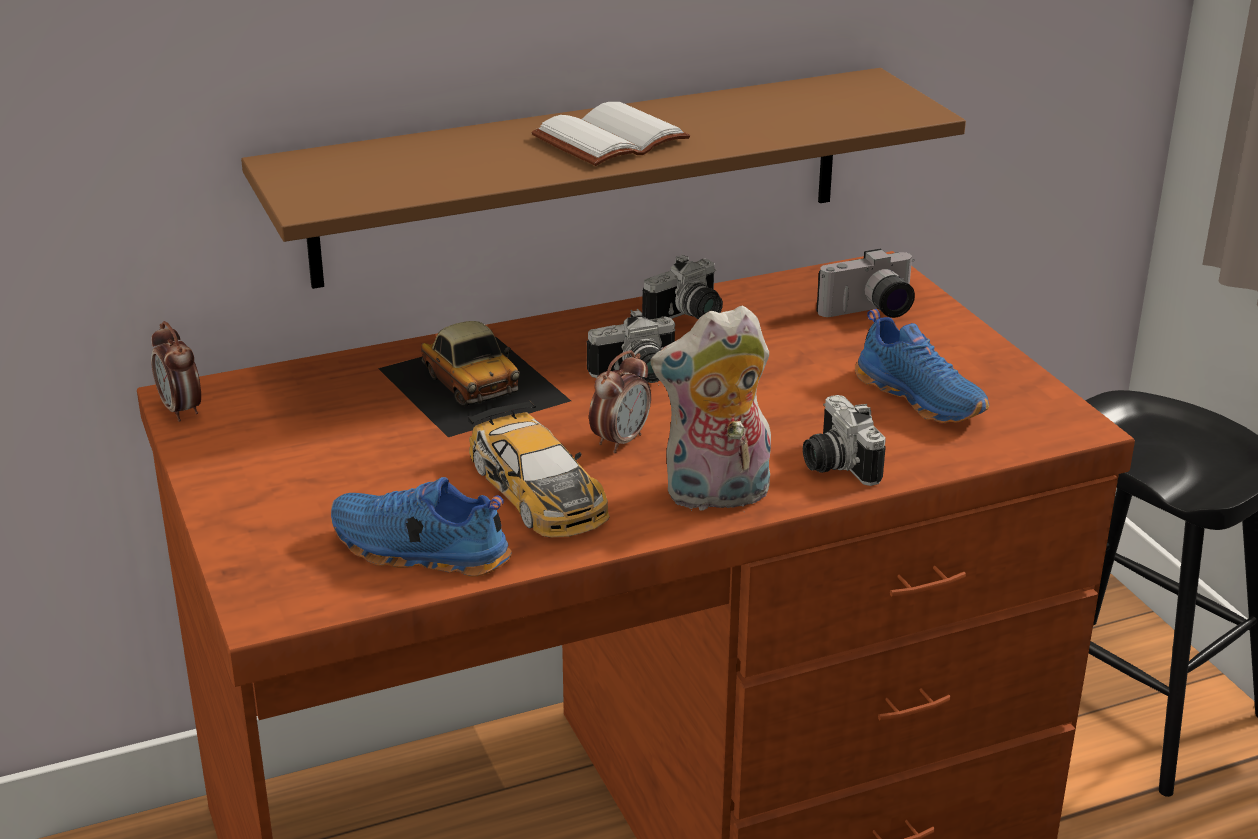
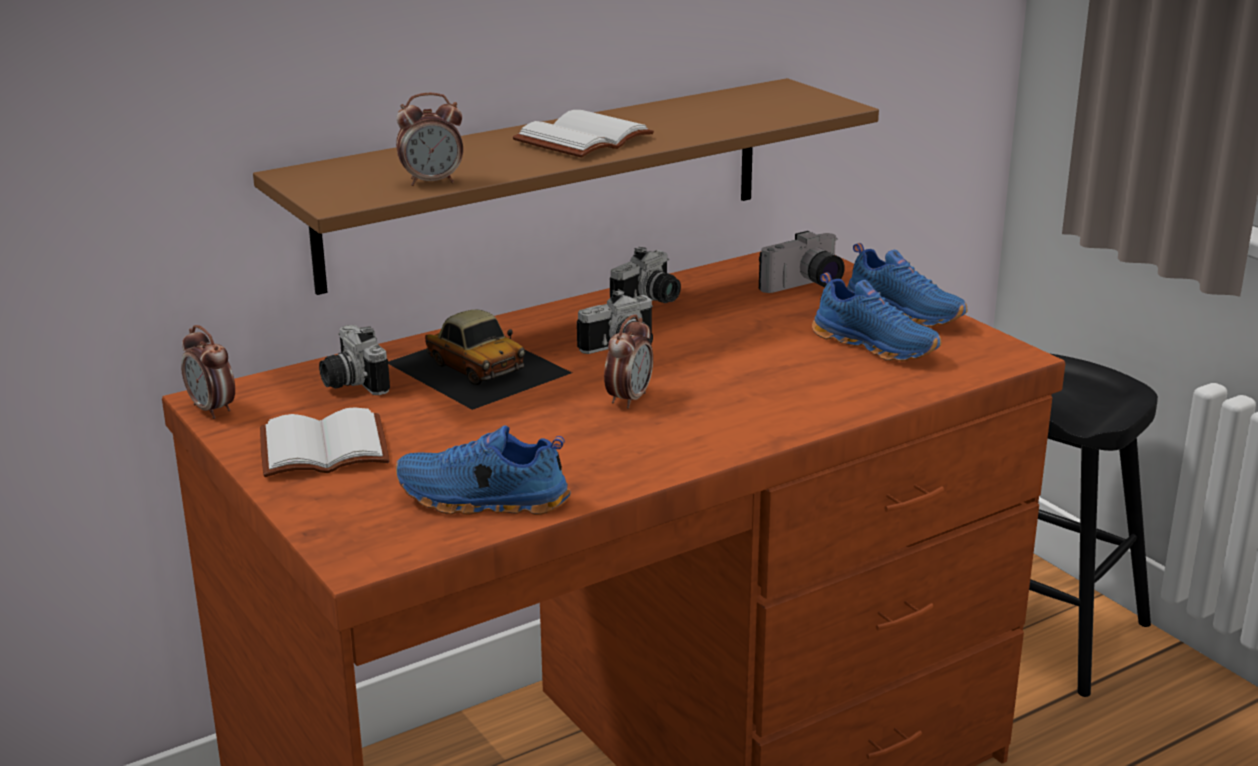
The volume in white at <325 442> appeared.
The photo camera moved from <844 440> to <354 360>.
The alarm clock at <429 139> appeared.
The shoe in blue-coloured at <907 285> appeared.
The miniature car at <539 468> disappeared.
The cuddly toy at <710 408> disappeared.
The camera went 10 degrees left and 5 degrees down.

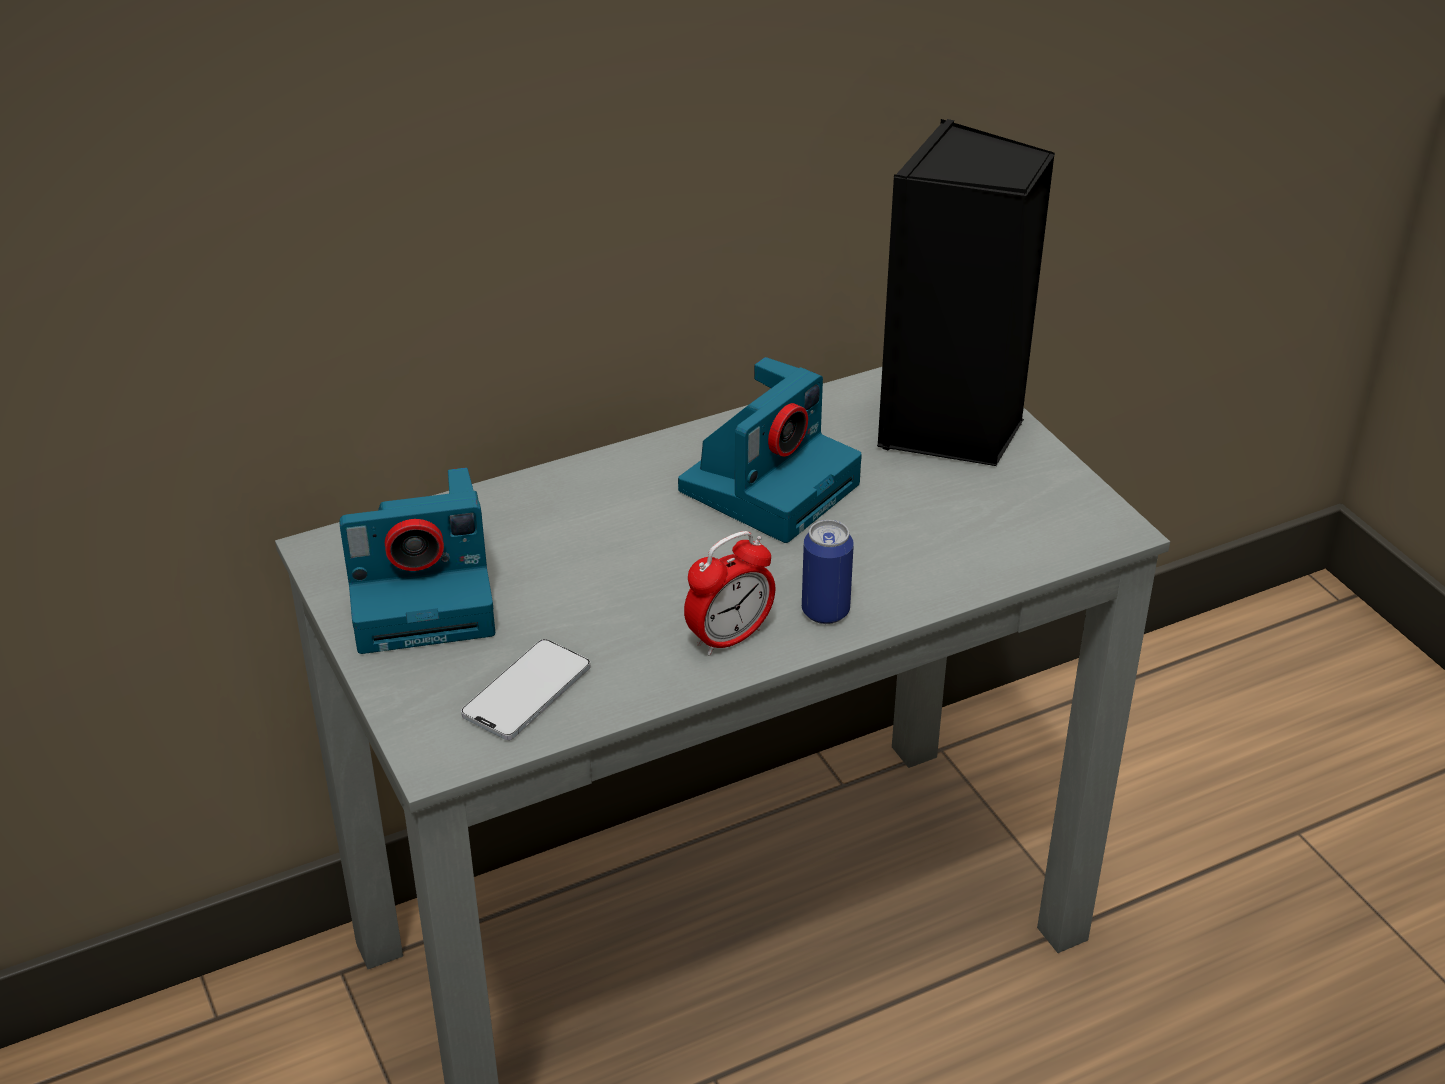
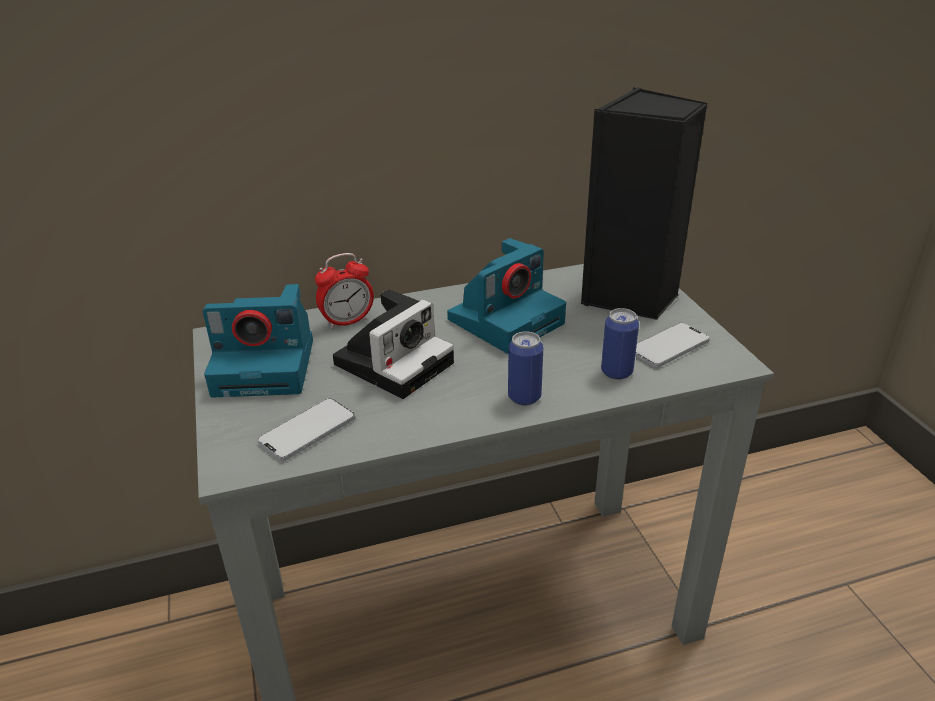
The alarm clock moved from <729 593> to <344 291>.
The photo camera at <393 344> appeared.
The can at <620 344> appeared.
The phone at <672 345> appeared.
The camera went 10 degrees right and 5 degrees down.

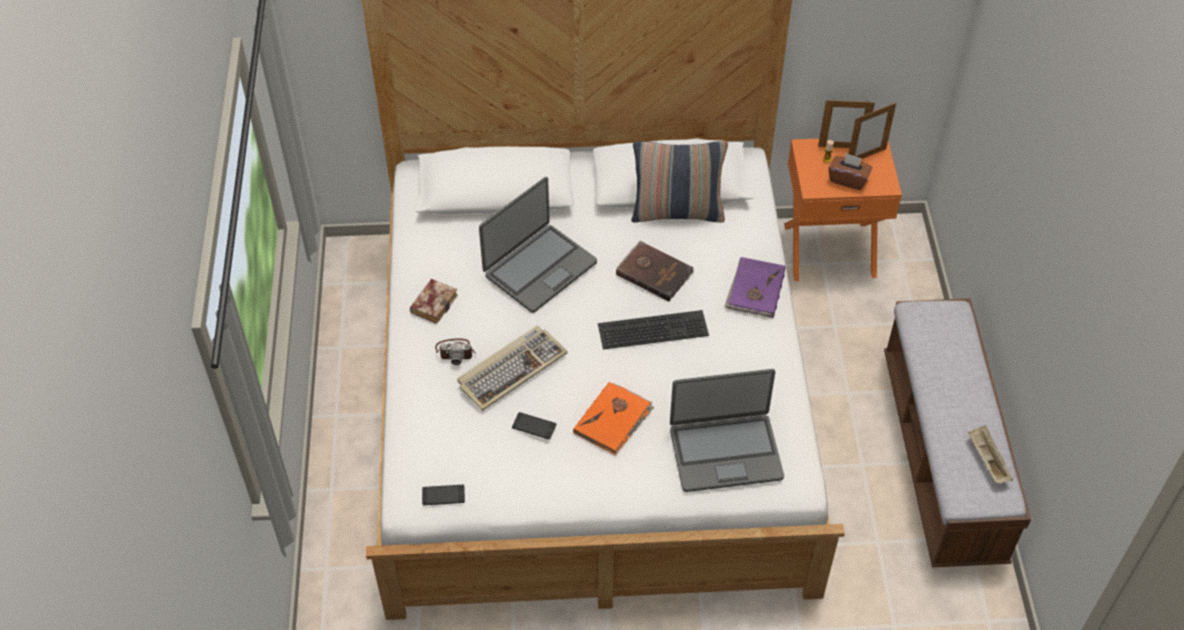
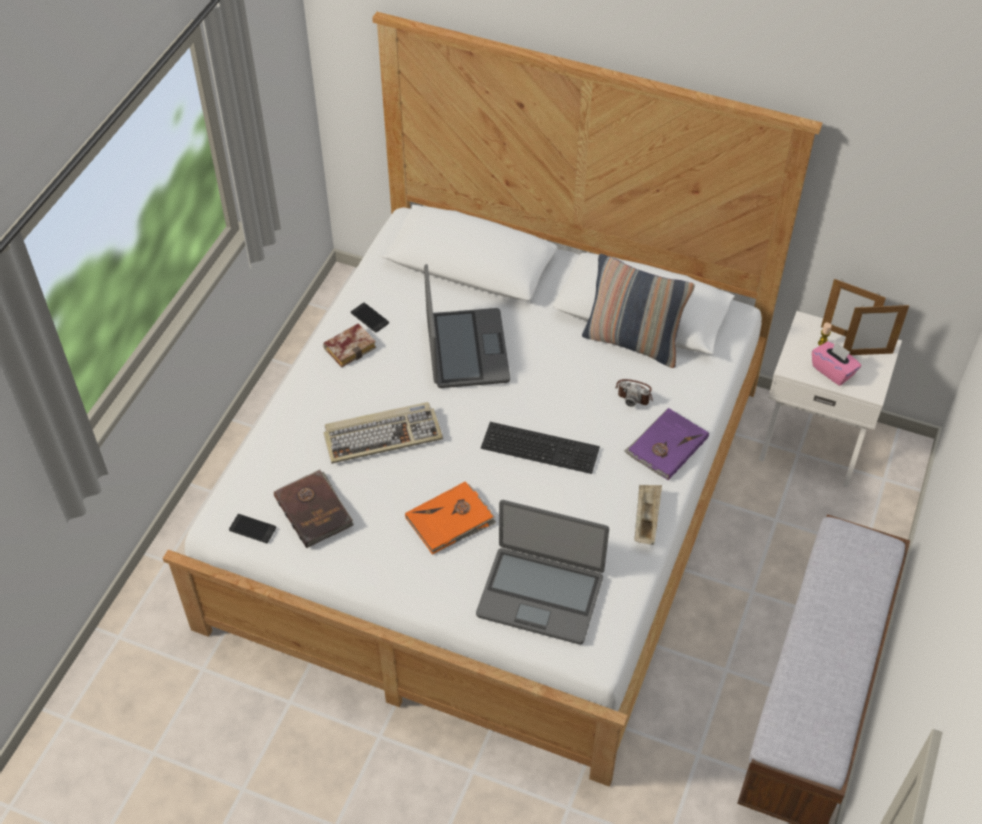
The volume in brownish moved from <655 271> to <314 508>.
The phone moved from <534 426> to <370 318>.
The laptop at <538 245> turned 75 degrees counterclockwise.
The photo camera moved from <455 351> to <634 393>.
The tray in beige moved from <990 454> to <648 515>.
The nightstand in orange-coloured at <843 209> became the nightstand in white at <830 399>.
The tissue box in brownish at <850 171> became the tissue box in pink-coloured at <836 363>.
The camera went 25 degrees right and 0 degrees up.

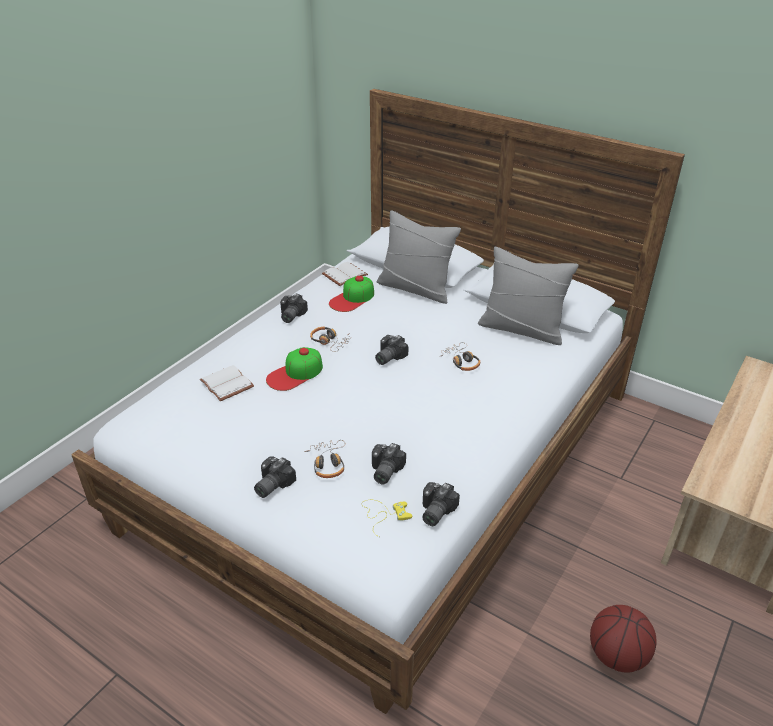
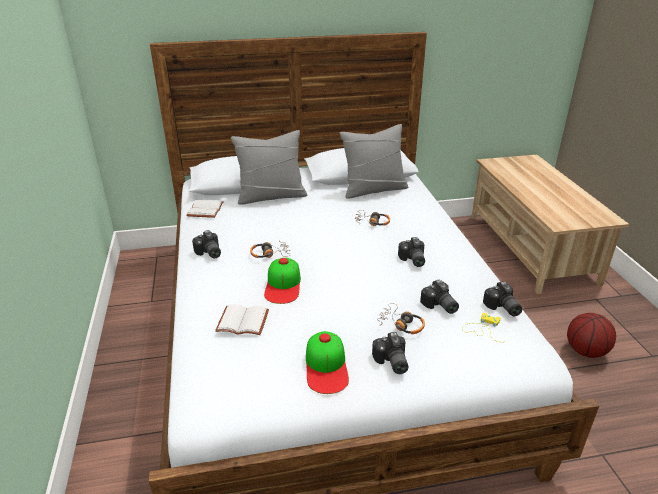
The peaked cap moved from <351 294> to <327 362>.
The photo camera moved from <391 350> to <411 252>.
The camera went 45 degrees left and 5 degrees down.

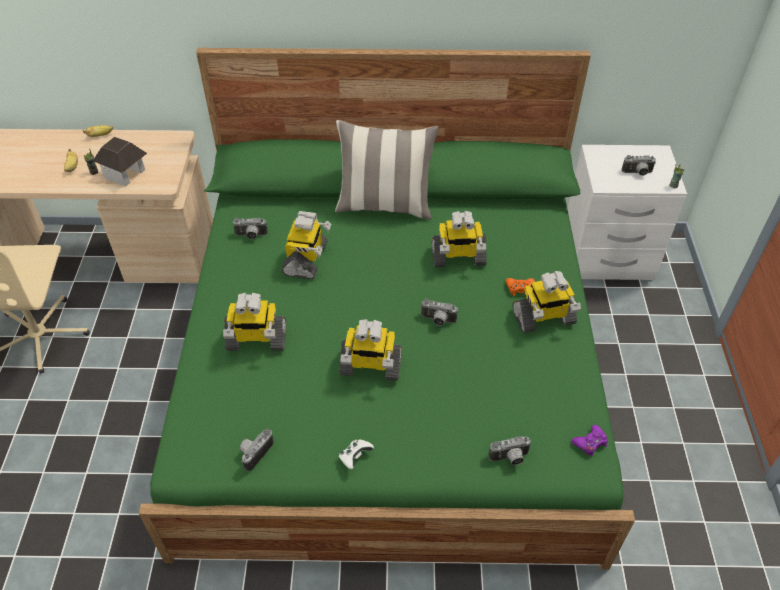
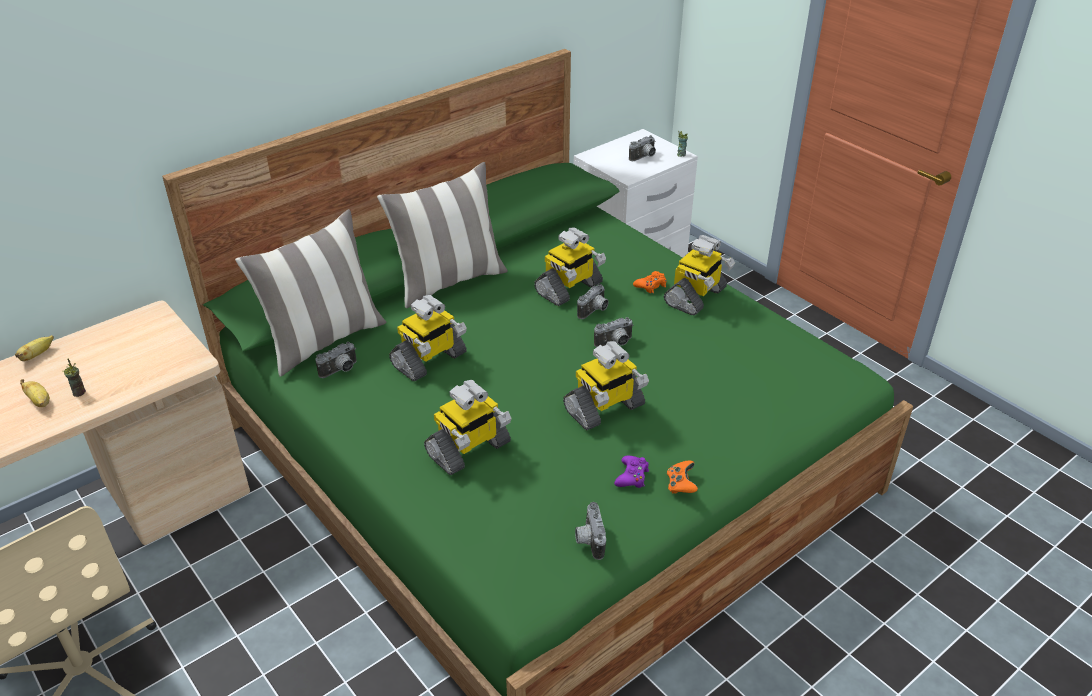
The cushion at <310 293> appeared.
The model robot at <306 245> turned 75 degrees clockwise.
The photo camera moved from <510 450> to <593 301>.
The joypad in purplish moved from <589 440> to <631 472>.
The joypad in white at <356 454> became the joypad in orange-coloured at <682 477>.
The toy house at <120 161> disappeared.
The camera went 40 degrees left and 10 degrees down.

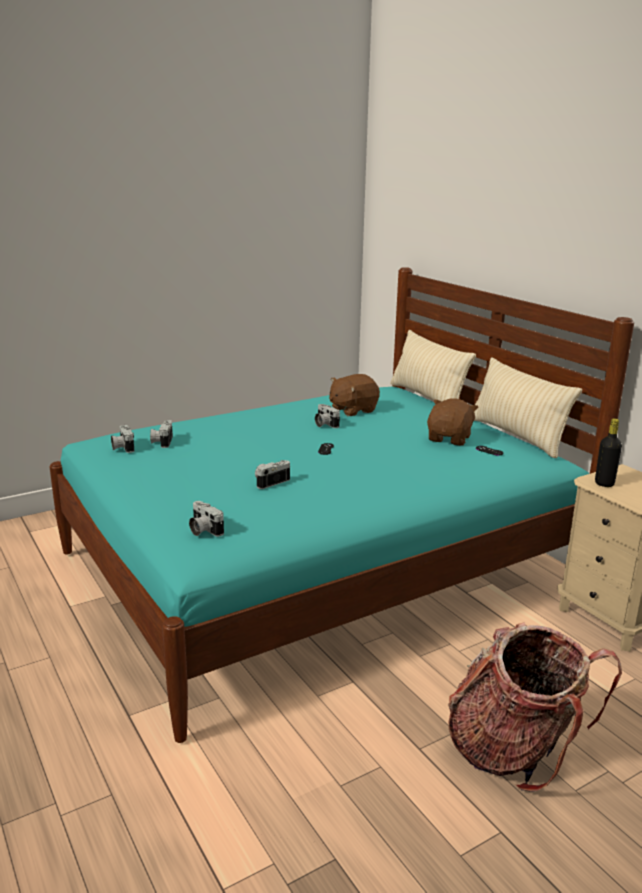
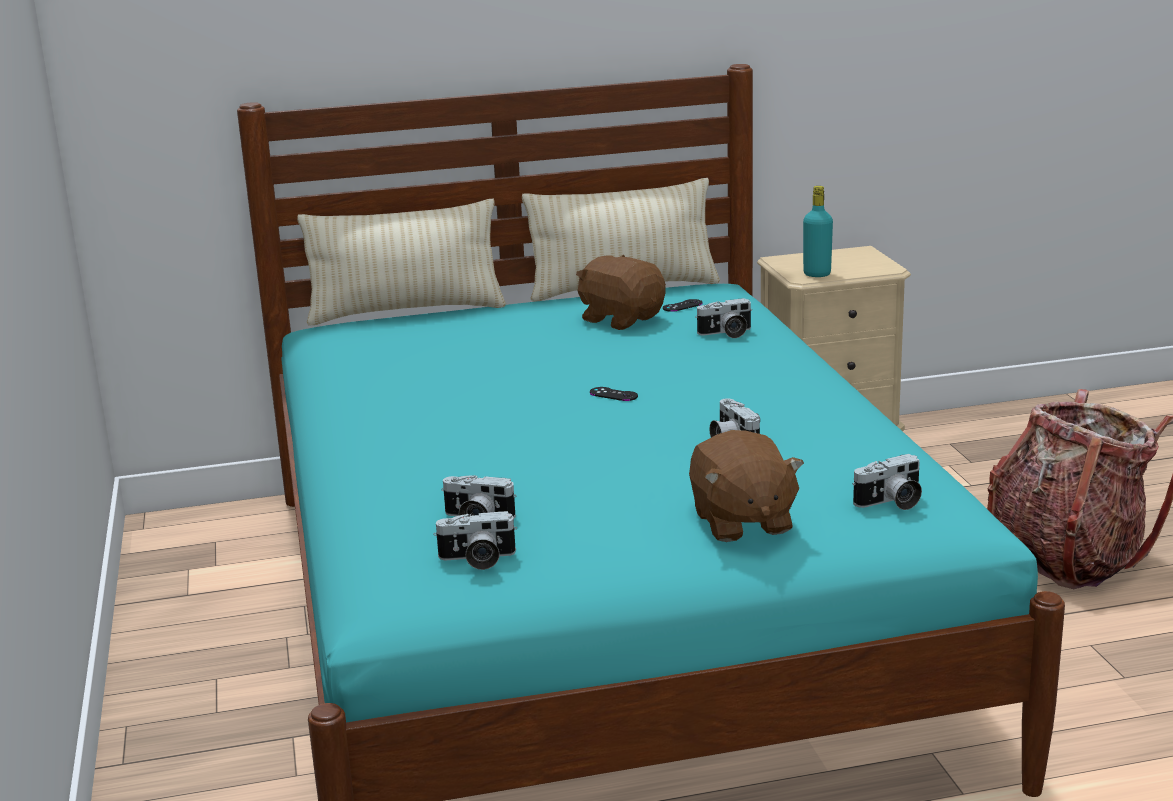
The cuddly toy in brownish moved from <354 395> to <746 486>.
The photo camera moved from <327 416> to <723 318>.
The drink bottle in black-coloured at <608 452> became the drink bottle in turquoise at <818 231>.
The camera went 70 degrees left and 0 degrees up.

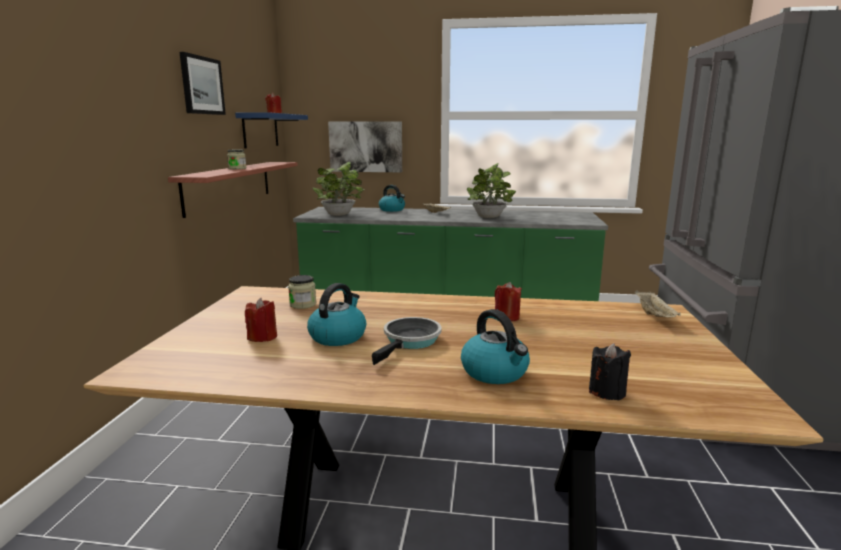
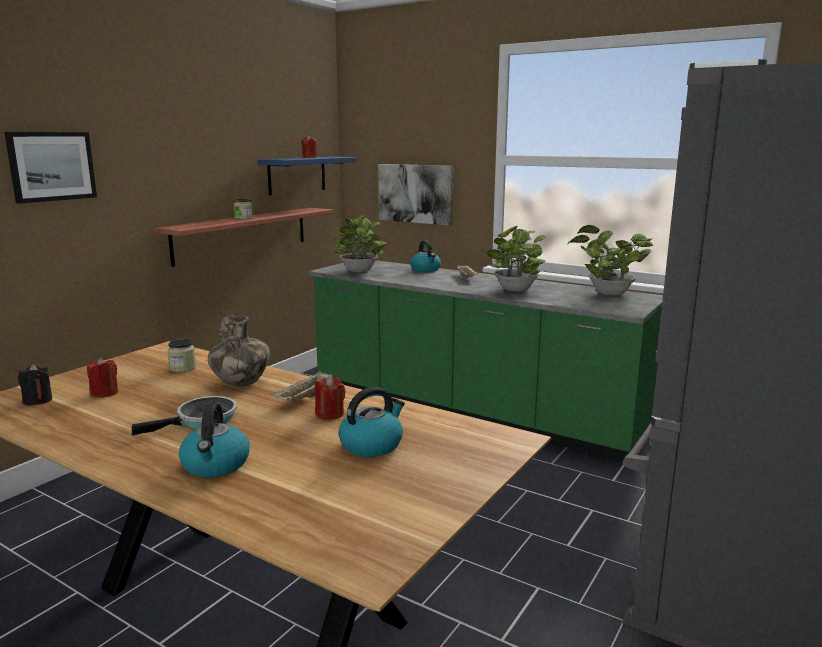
The picture moved from <203 83> to <50 168>.
The candle in black-coloured moved from <610 371> to <35 385>.
The flower vase at <239 350> appeared.
The tray in beige moved from <658 303> to <302 385>.
The tea kettle moved from <336 314> to <371 422>.
The plant in a pot at <610 260> appeared.
The camera went 25 degrees right and 0 degrees up.

